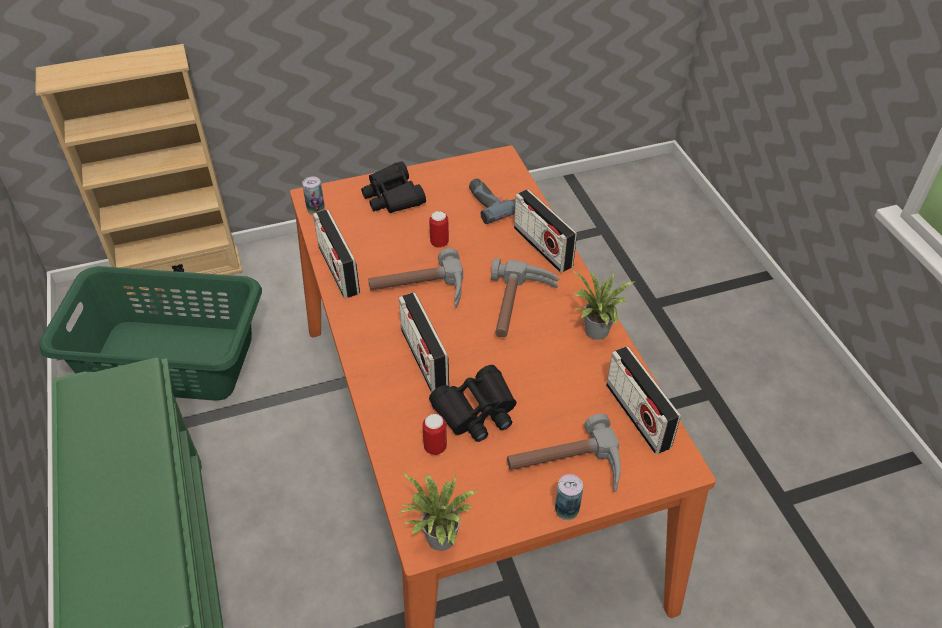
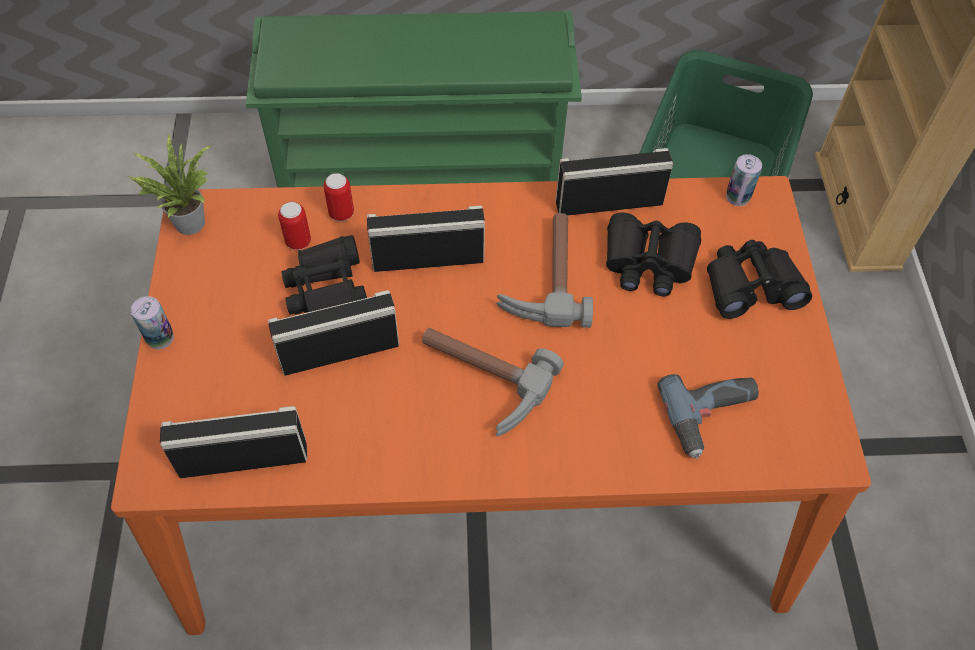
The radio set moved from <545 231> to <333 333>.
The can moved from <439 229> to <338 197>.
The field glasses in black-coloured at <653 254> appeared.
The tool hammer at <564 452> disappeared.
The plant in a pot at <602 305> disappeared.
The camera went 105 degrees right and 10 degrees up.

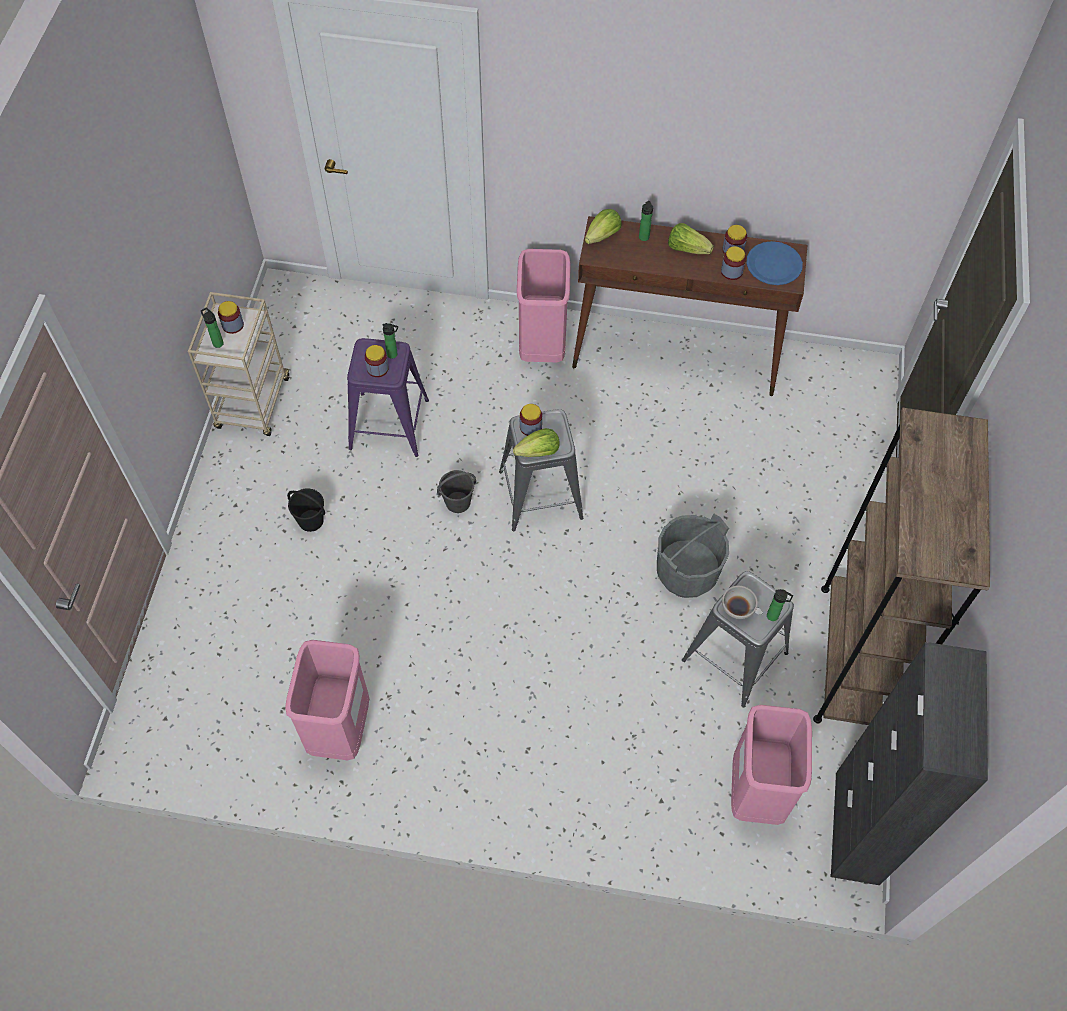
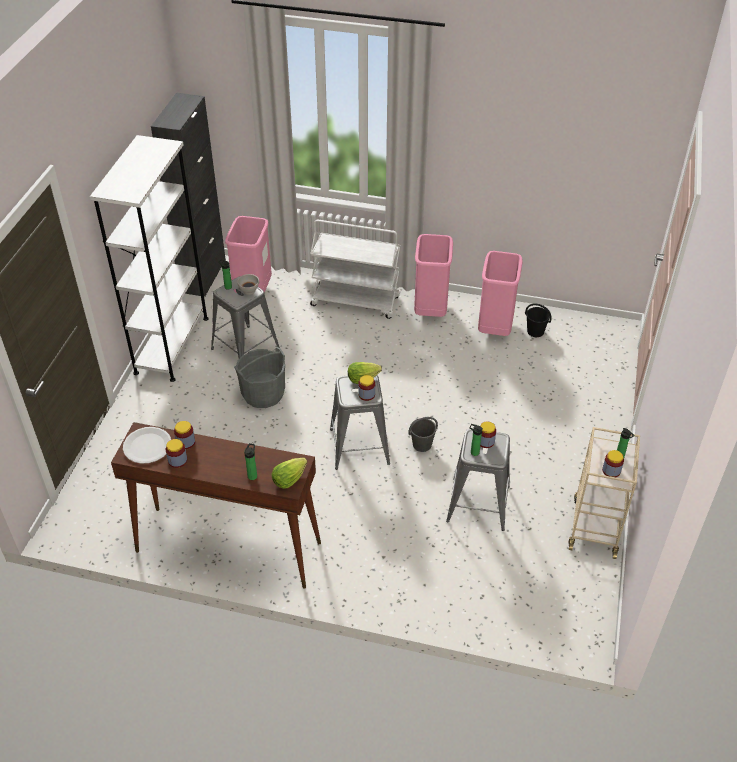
The bookshelf in brownish at <901 566> became the bookshelf in white at <149 258>.
The dinner plate in blue-coloured at <774 263> became the dinner plate in white at <147 445>.
The wheeled cart in white at <355 269> appeared.
The rubbish bin in pink-coloured moved from <543 305> to <433 275>.
The stool seat in purplish at <388 397> became the stool seat in gray at <478 480>.
The pail in black-coloured moved from <306 510> to <538 320>.
The head of lettuce at <691 238> disappeared.
The camera went 175 degrees left and 15 degrees down.

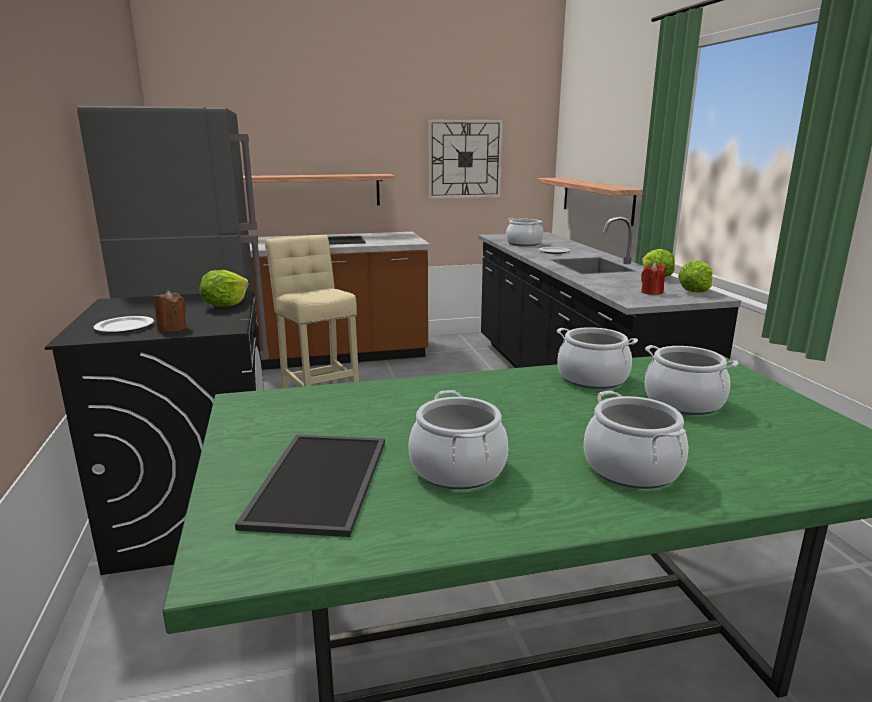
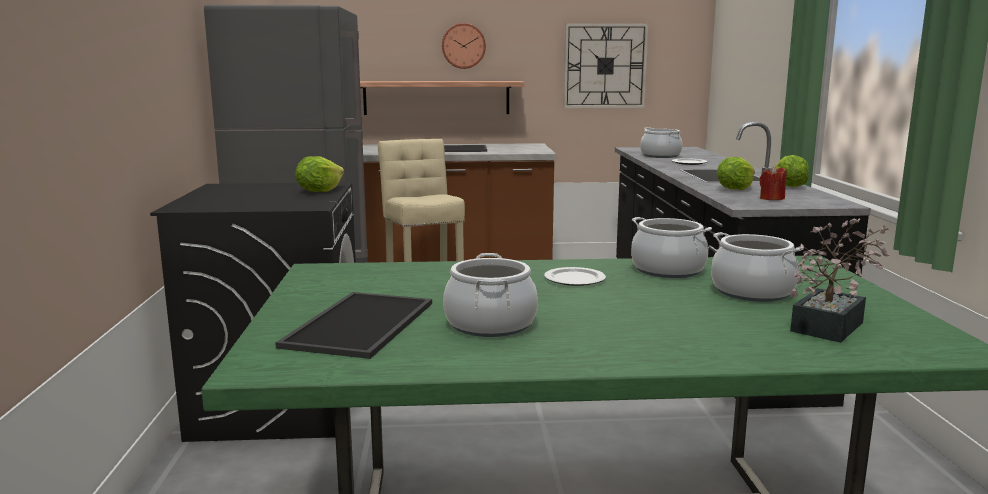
The hanging clock at <464 46> appeared.
The dinner plate moved from <124 324> to <575 276>.
The head of lettuce moved from <695 277> to <735 173>.
The plant in a pot at <839 280> appeared.
The candle in brownish at <170 311> disappeared.
The shelf at <590 202> disappeared.
The stockpot at <636 440> disappeared.
The camera went 10 degrees right and 5 degrees down.

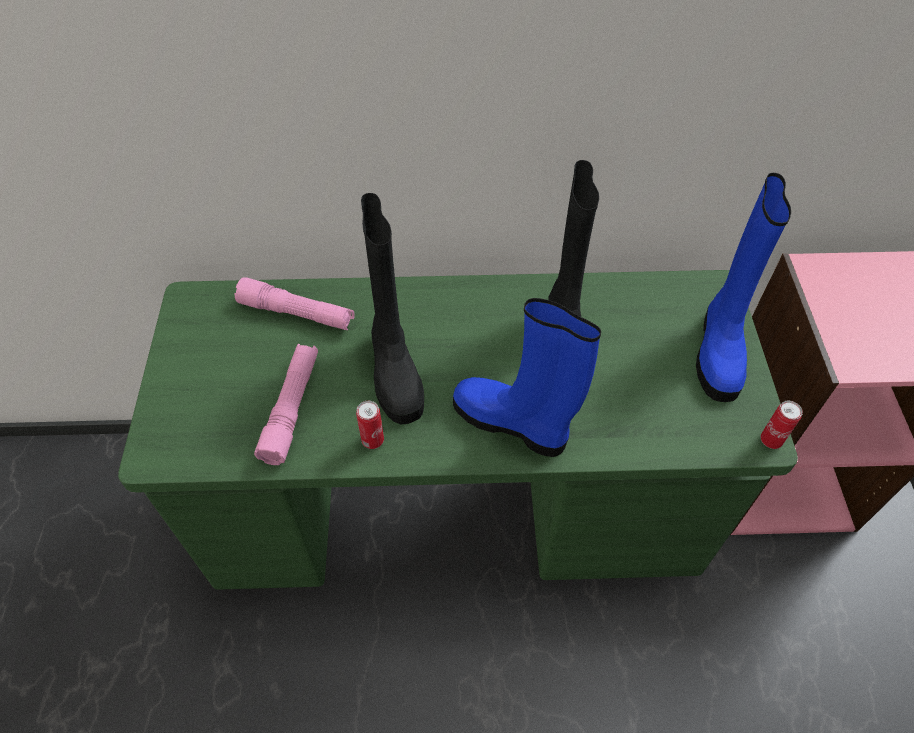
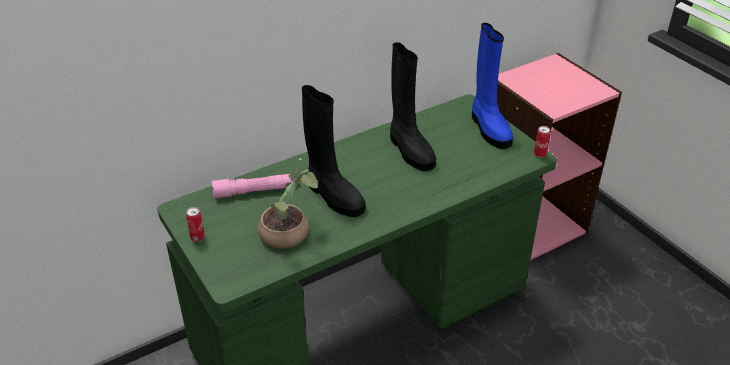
The can moved from <370 425> to <195 224>.
The torch in pink-coloured at <286 404> was replaced by the plant in a pot at <288 203>.
The tall boot in blue-coloured at <527 377> disappeared.
The camera went 30 degrees left and 15 degrees down.

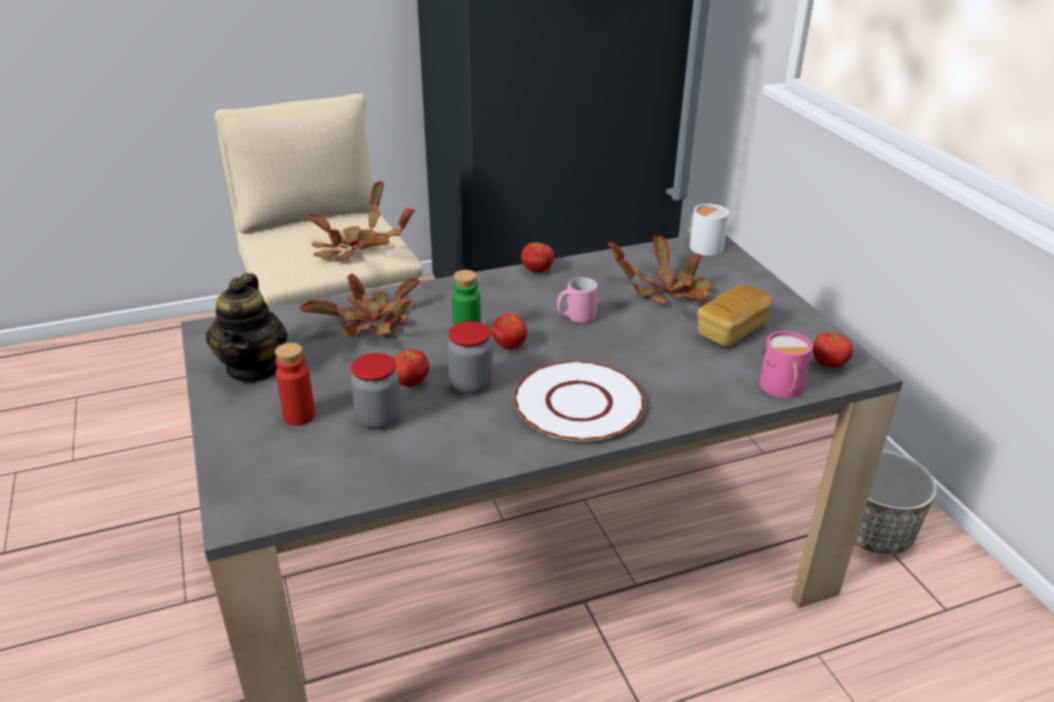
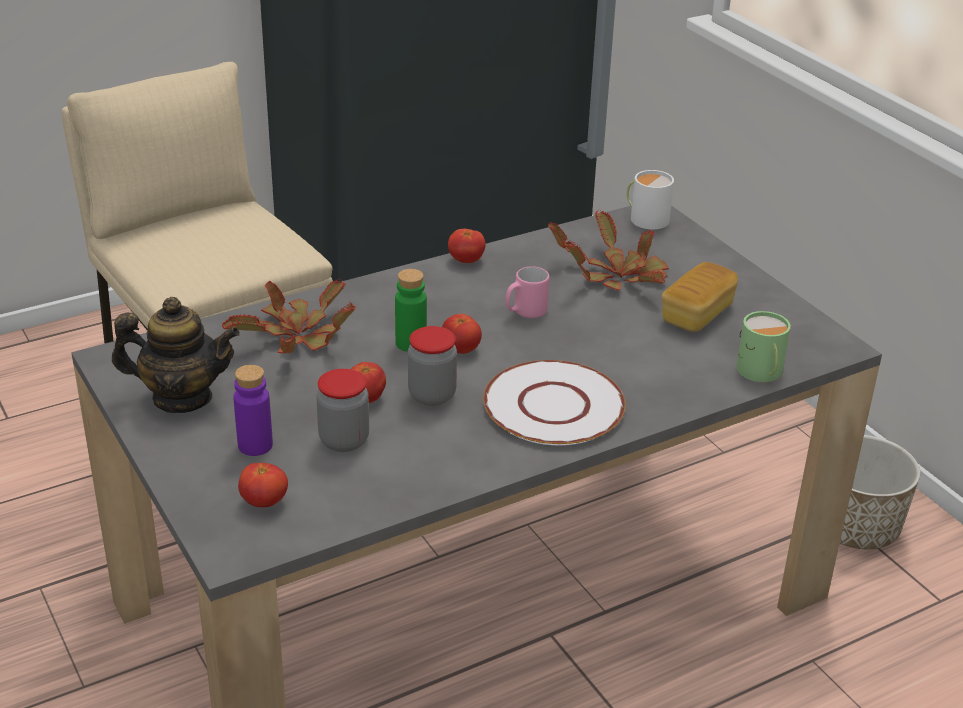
The tea pot at <247 328> turned 75 degrees counterclockwise.
The drink bottle in reddish at <295 384> became the drink bottle in purplish at <253 410>.
The fresh tomato moved from <833 350> to <263 485>.
The tea mug in pink-coloured at <786 364> became the tea mug in green-coloured at <764 346>.
The plant in a pot at <360 221> disappeared.
The camera went 10 degrees left and 0 degrees up.

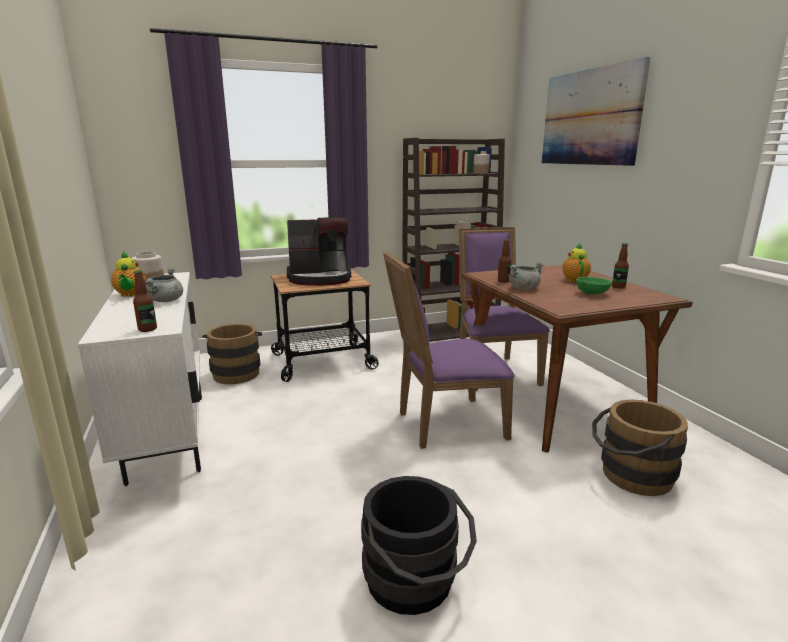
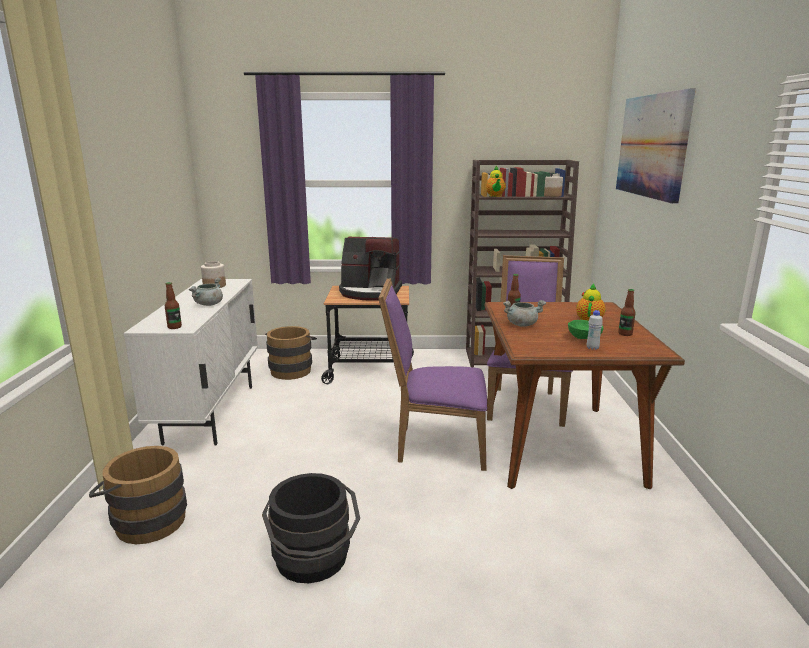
The pail in brownish moved from <640 448> to <138 495>.
The tea pot moved from <128 274> to <496 181>.
The drink bottle in white at <595 330> appeared.
The camera went 20 degrees right and 0 degrees up.

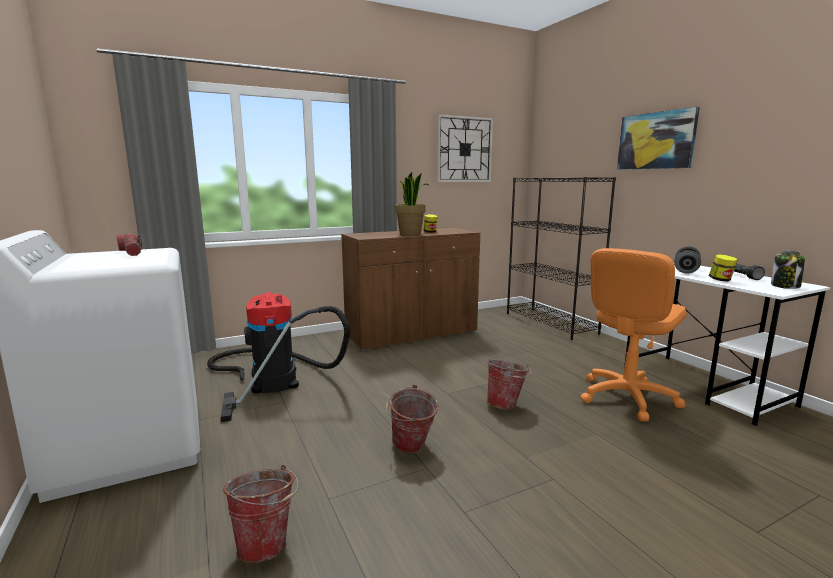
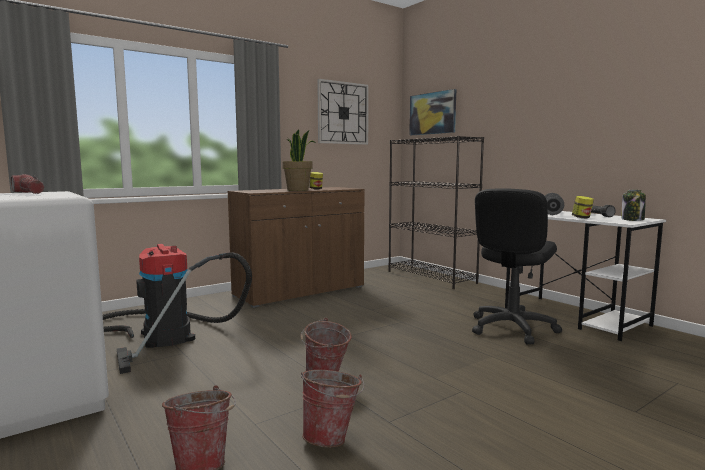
The pail moved from <509 385> to <332 408>.
The picture moved from <658 138> to <432 112>.
The office chair in orange-coloured at <633 335> became the office chair in black-coloured at <517 266>.
The camera went 10 degrees left and 5 degrees down.

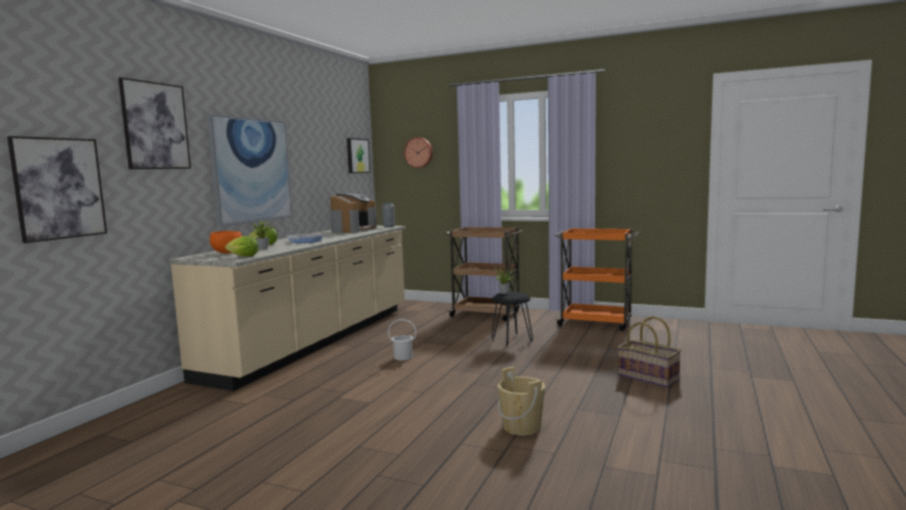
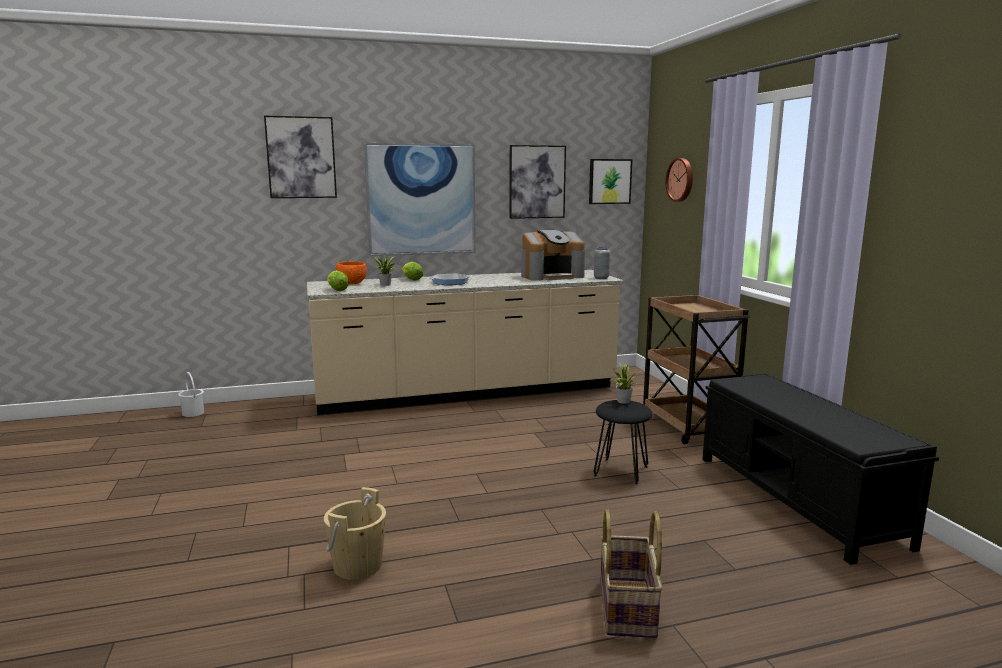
The pail in white moved from <402 339> to <191 394>.
The picture moved from <57 189> to <537 182>.
The wheeled cart in orange-coloured at <597 279> was replaced by the long seat in black-coloured at <820 469>.
The camera went 50 degrees right and 5 degrees up.

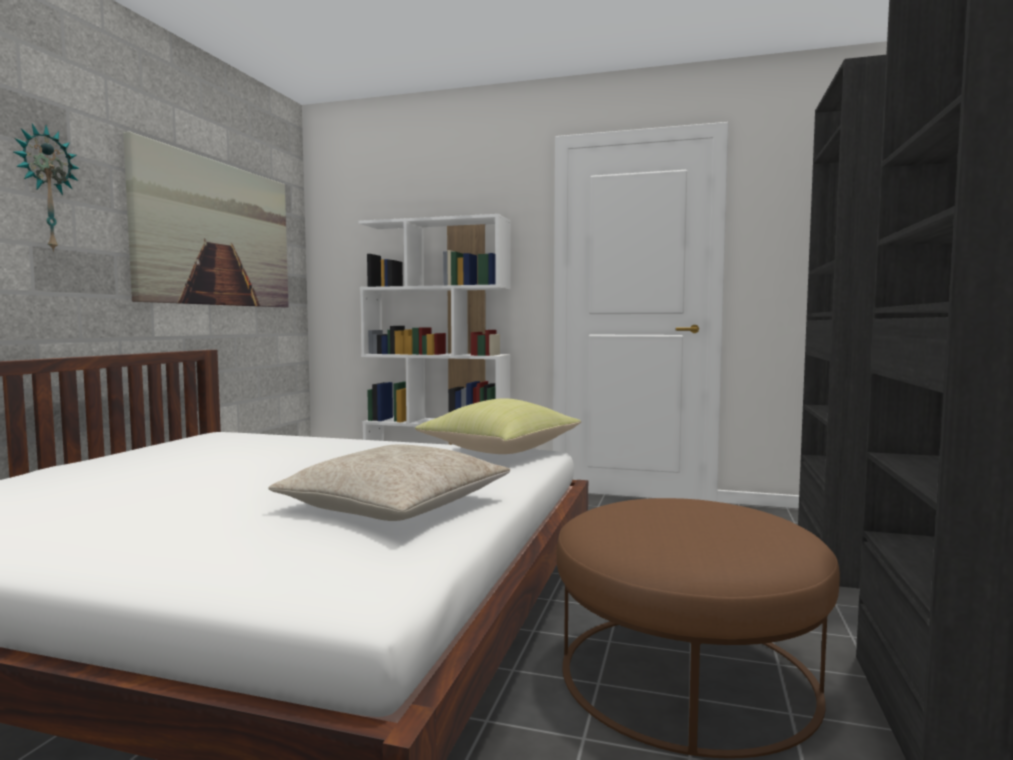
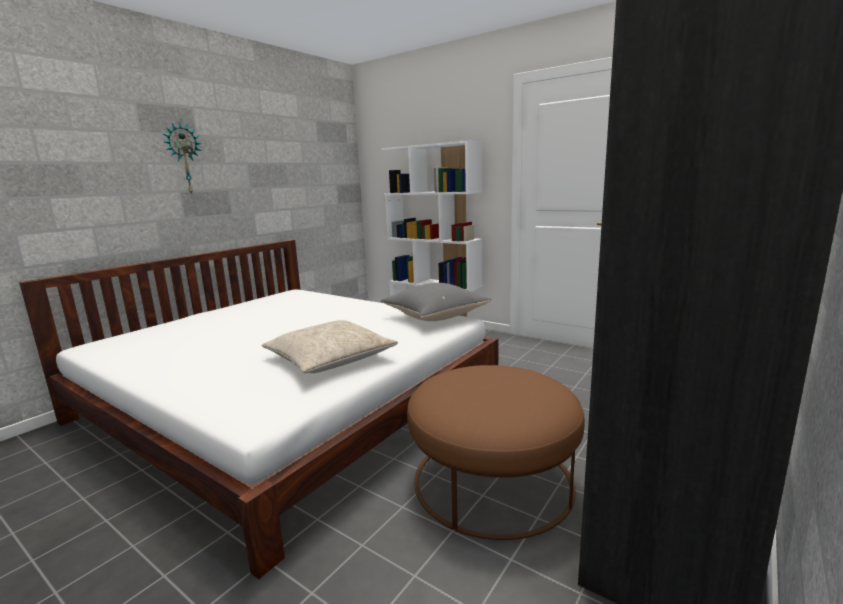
The cushion in yellow at <498 426> became the cushion in gray at <436 302>.
The picture at <206 219> disappeared.
The camera went 20 degrees right and 10 degrees up.

